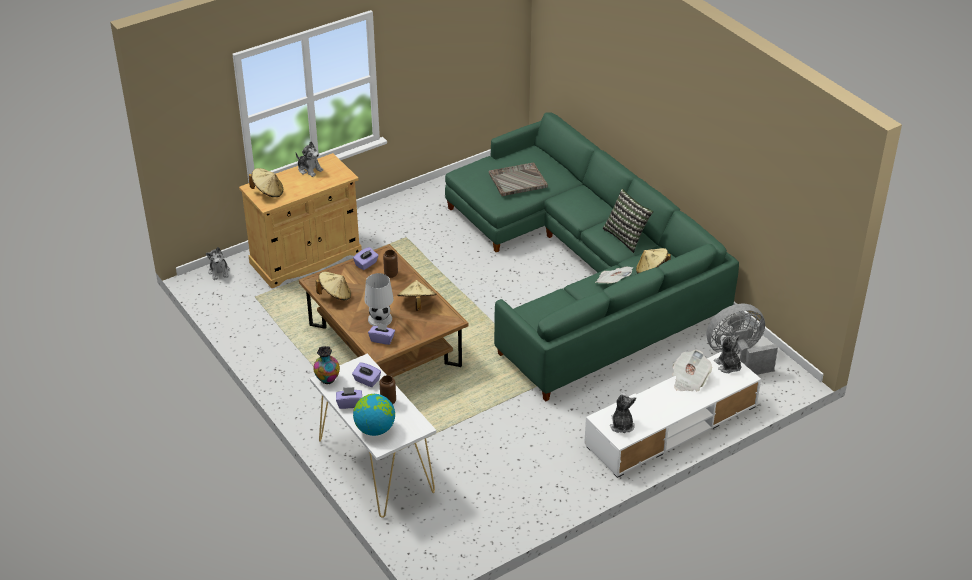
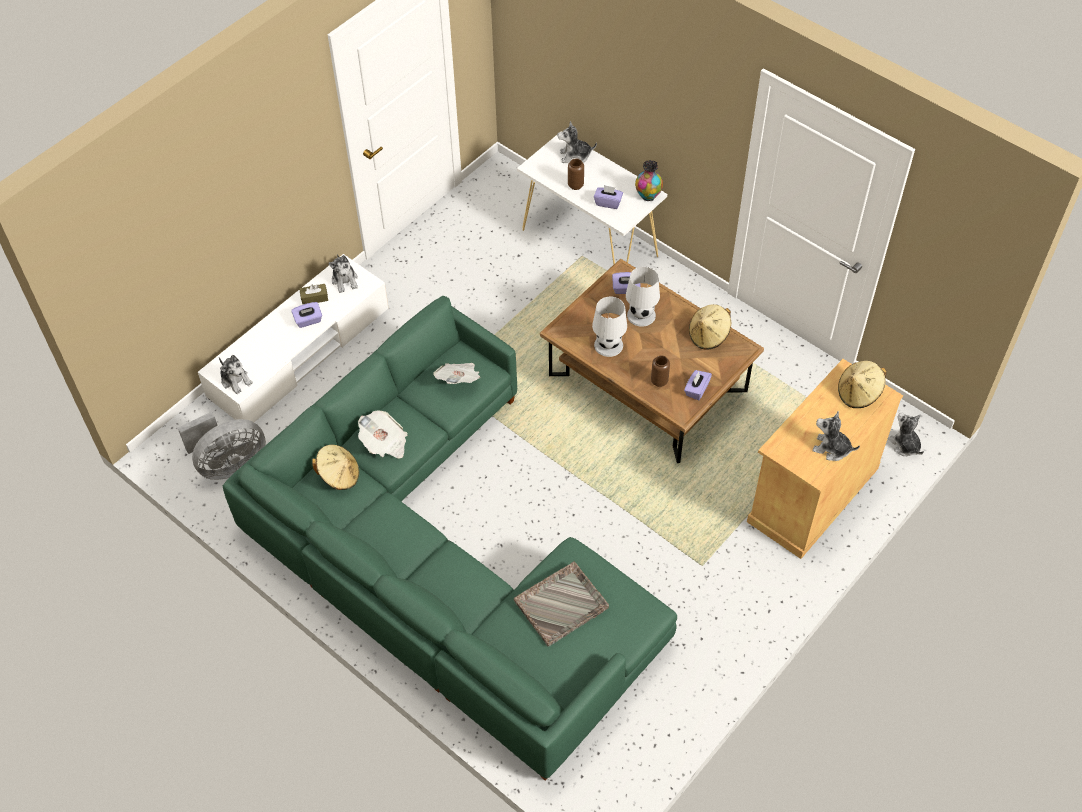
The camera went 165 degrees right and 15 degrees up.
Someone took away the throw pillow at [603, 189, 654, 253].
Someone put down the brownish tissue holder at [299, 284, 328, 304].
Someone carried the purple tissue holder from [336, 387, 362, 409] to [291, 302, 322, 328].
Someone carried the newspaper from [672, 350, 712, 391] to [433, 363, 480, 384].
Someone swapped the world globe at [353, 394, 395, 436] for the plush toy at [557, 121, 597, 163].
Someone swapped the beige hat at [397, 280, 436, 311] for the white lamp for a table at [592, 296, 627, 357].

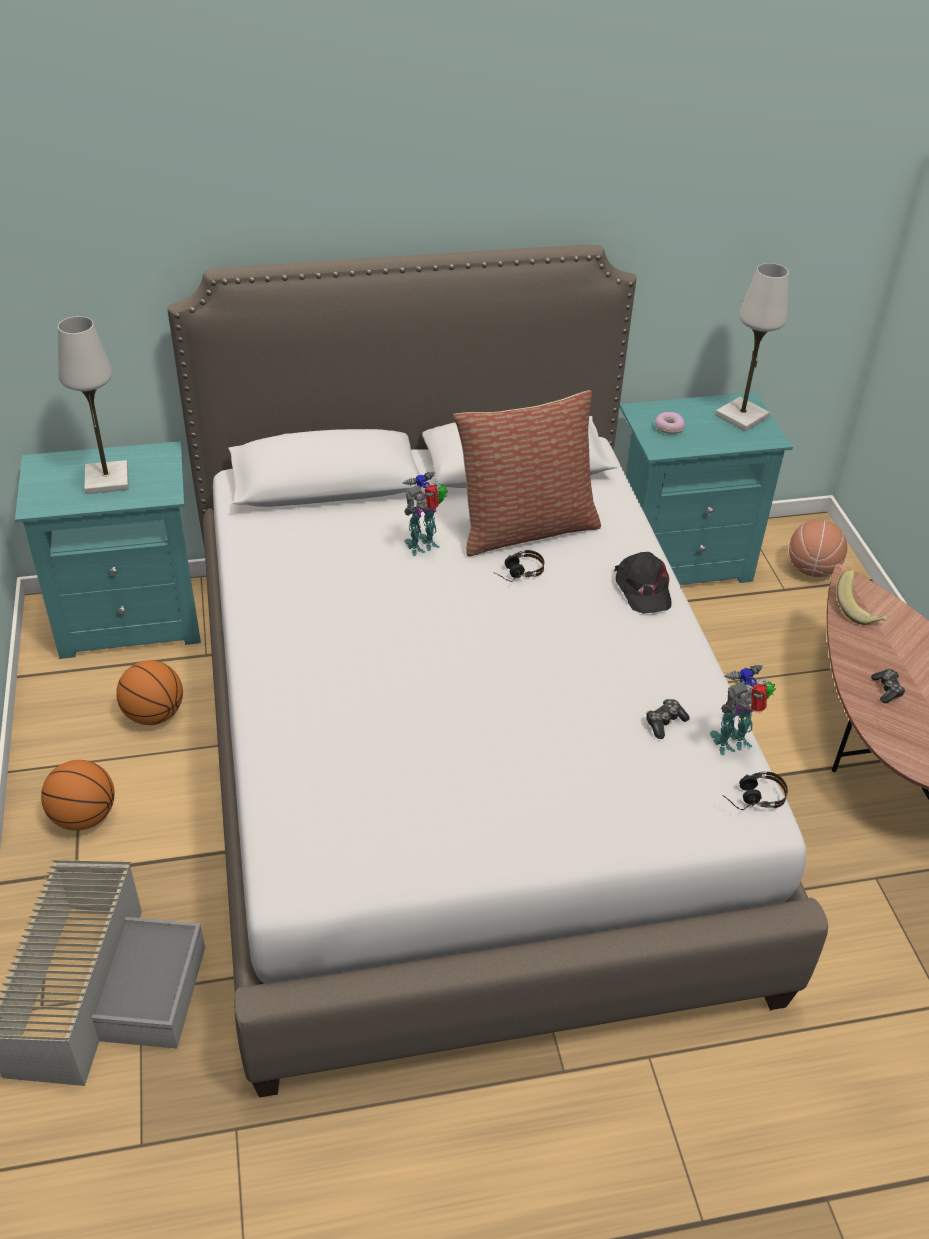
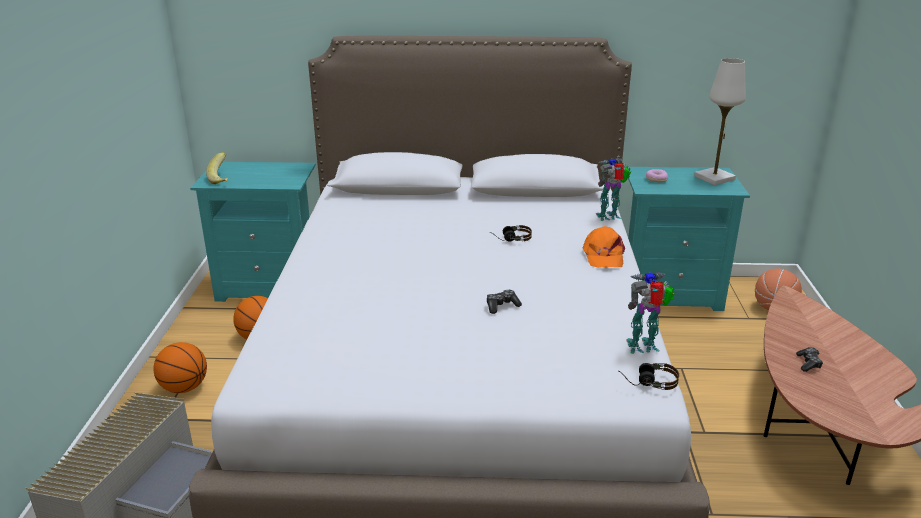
The camera went 15 degrees right and 15 degrees down.
Someone took away the white lamp for a table at [58, 316, 129, 494].
Someone took away the throw pillow at [453, 390, 601, 556].
Someone carried the robot figure from [402, 472, 448, 556] to [596, 158, 631, 221].
Someone carried the joypad from [646, 699, 690, 739] to [487, 290, 522, 314].
Someone carried the whole banana from [837, 569, 886, 625] to [206, 152, 228, 184].
Someone repainted the black cap at [614, 552, 671, 614], which became the orange cap at [583, 226, 625, 268].

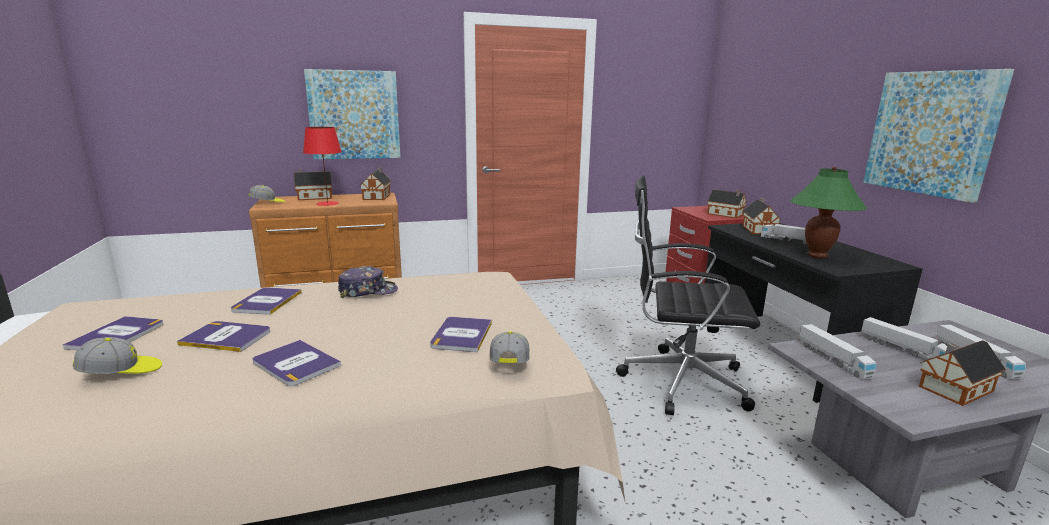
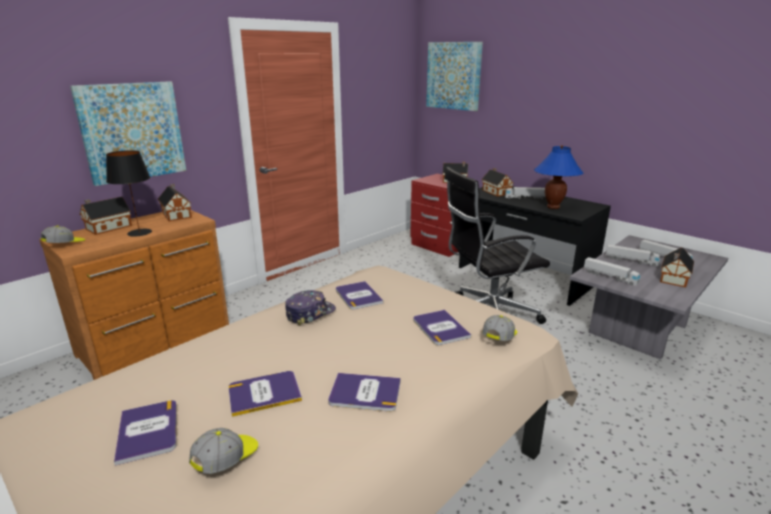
The camera went 30 degrees left and 5 degrees up.
Someone carried the book from [231, 287, 302, 315] to [336, 281, 383, 309].
Someone carried the wall art from [863, 69, 1014, 203] to [426, 42, 483, 111].
Someone repainted the red lamp for a table at [303, 127, 342, 206], which became the black lamp for a table at [106, 150, 152, 236].
Someone repainted the greenish lamp for a table at [790, 167, 867, 258], which became the bluish lamp for a table at [534, 145, 583, 209].
Someone rotated the cap at [489, 331, 529, 363] by 60 degrees clockwise.

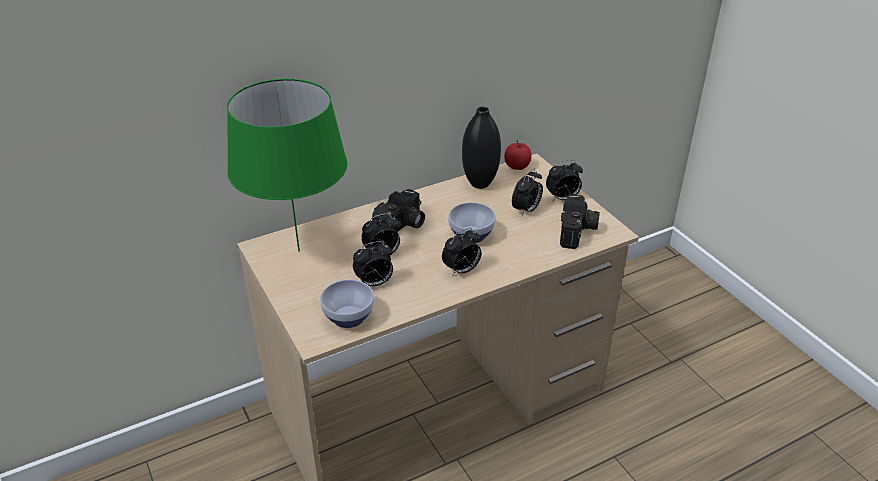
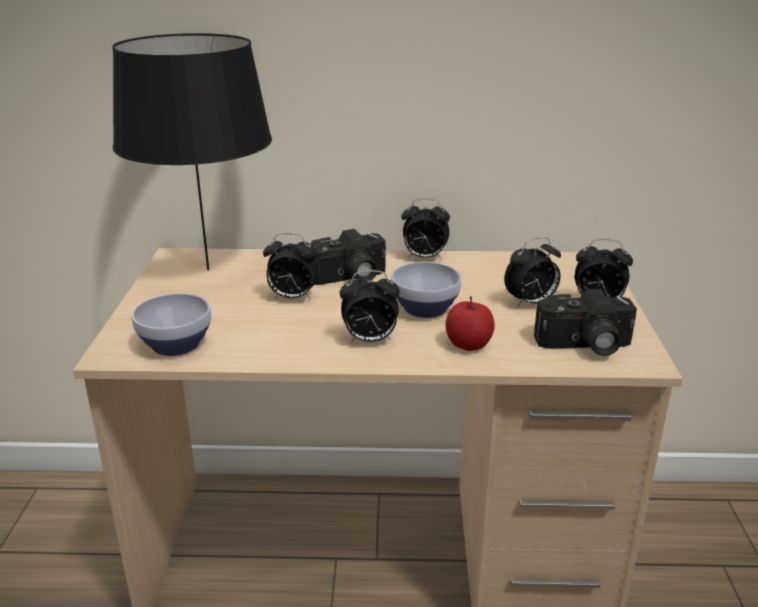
The camera went 30 degrees right and 10 degrees down.
Someone took away the black vase at [462, 107, 501, 189].
Someone carried the bedside clock from [353, 241, 393, 286] to [401, 198, 450, 259].
Someone carried the apple from [504, 141, 532, 170] to [445, 296, 495, 351].
Someone repainted the greenish lamp for a table at [227, 79, 347, 252], which became the black lamp for a table at [112, 33, 272, 270].
Someone rotated the still camera at [560, 194, 600, 249] by 45 degrees clockwise.

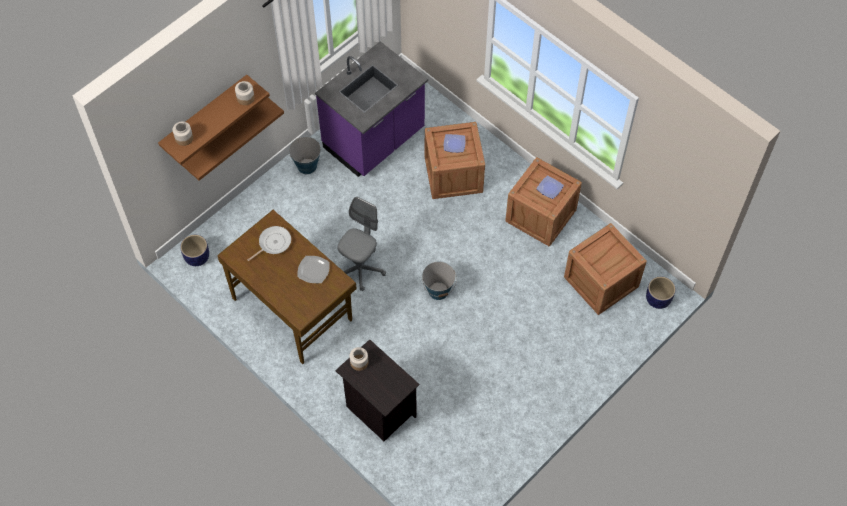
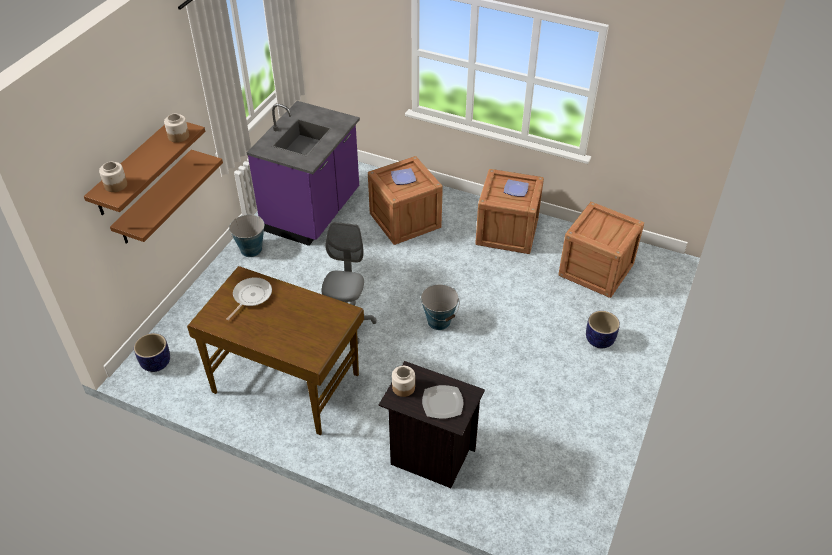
The camera went 20 degrees left and 15 degrees down.
Someone carried the flat dish from [297, 256, 330, 283] to [422, 385, 463, 419].
Someone carried the planter from [646, 277, 676, 309] to [586, 311, 620, 348].

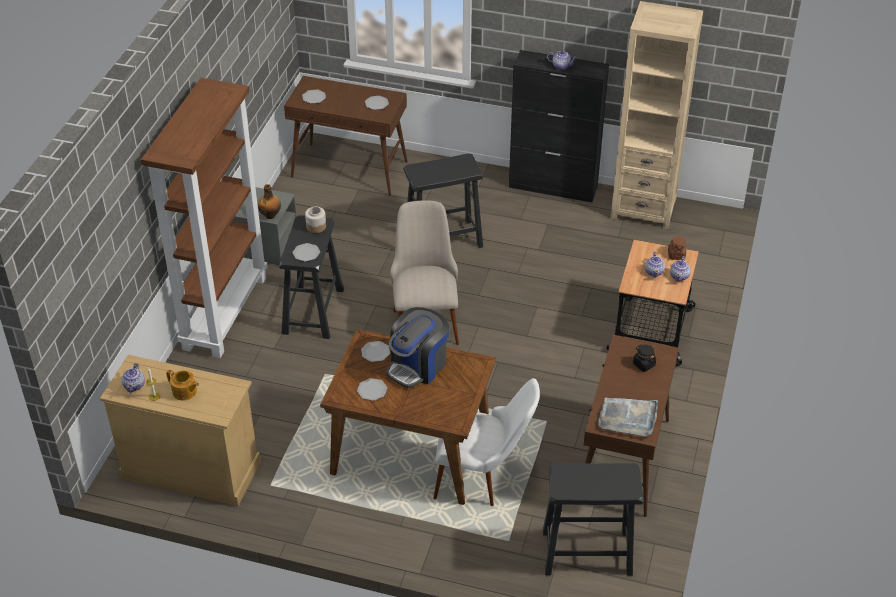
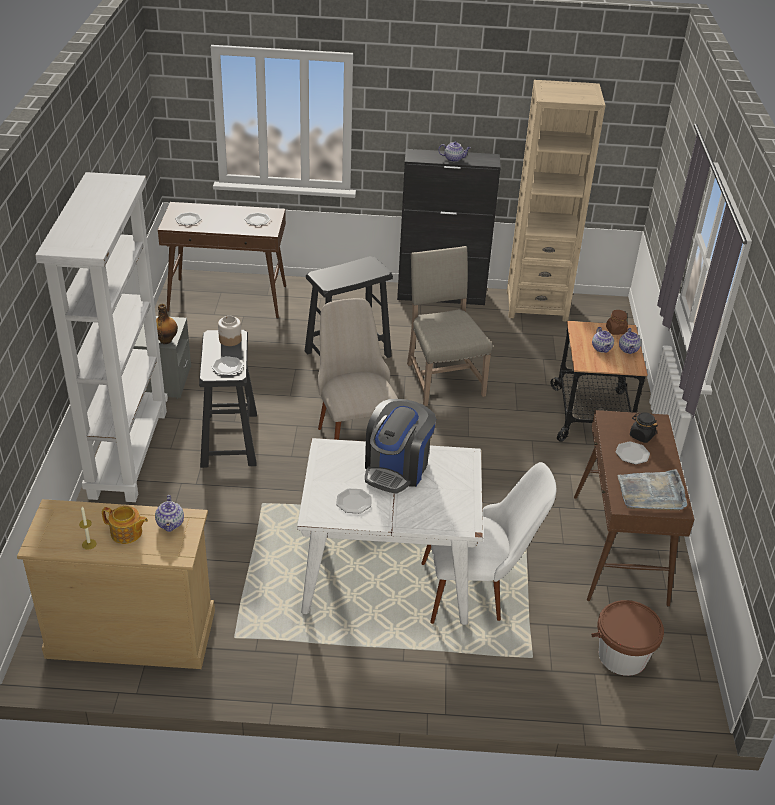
The camera went 15 degrees left and 5 degrees down.
Someone put down the beige plain chair at [407, 246, 492, 406].
Someone carried the pot for tea from [122, 363, 145, 393] to [155, 495, 184, 532].
Someone carried the flat dish from [361, 341, 390, 362] to [616, 441, 650, 465].
Someone swapped the black stool seat at [543, 463, 643, 576] for the brownish water bucket at [591, 600, 664, 676].
Someone repainted the brownish bookcase at [141, 78, 268, 358], which became the white bookcase at [35, 172, 168, 502].
Someone repainted the brownish dining table at [320, 329, 496, 505], which became the white dining table at [297, 438, 483, 625].

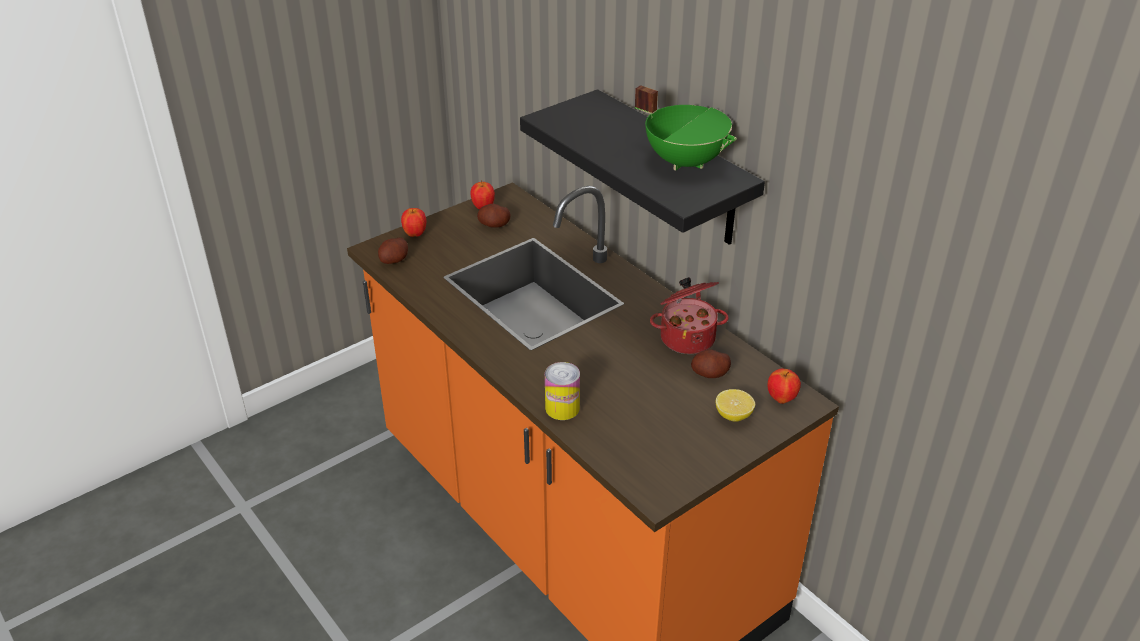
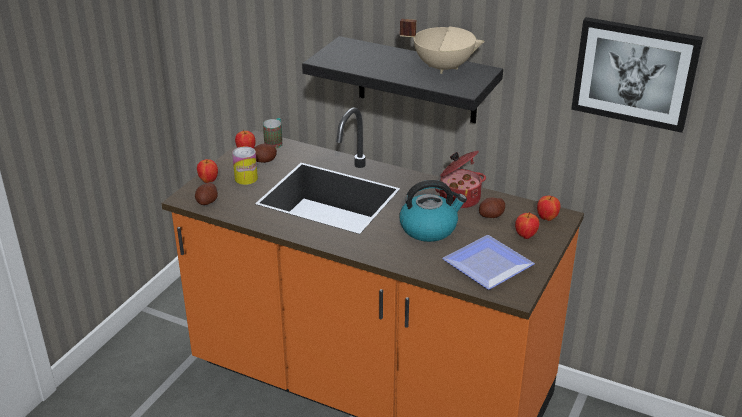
The camera went 25 degrees left and 5 degrees down.
Someone put down the coffee mug at [263, 118, 283, 148].
Someone put down the tea kettle at [399, 180, 467, 242].
Someone put down the flat dish at [442, 235, 535, 290].
Someone put up the wall art at [571, 17, 703, 133].
Someone carried the can from [545, 362, 580, 420] to [232, 146, 258, 185].
Someone swapped the whole lemon at [716, 389, 755, 422] for the apple at [515, 212, 539, 239].
Someone repainted the greenish cooking pot at [635, 85, 737, 171], which became the beige cooking pot at [400, 19, 485, 74].

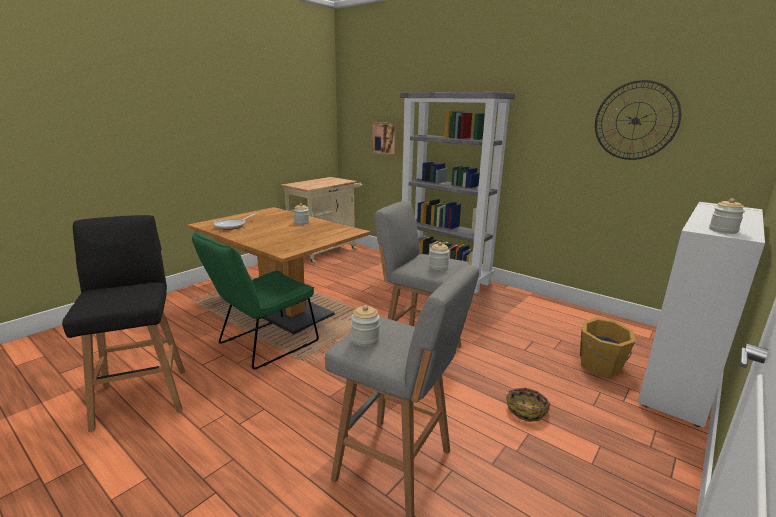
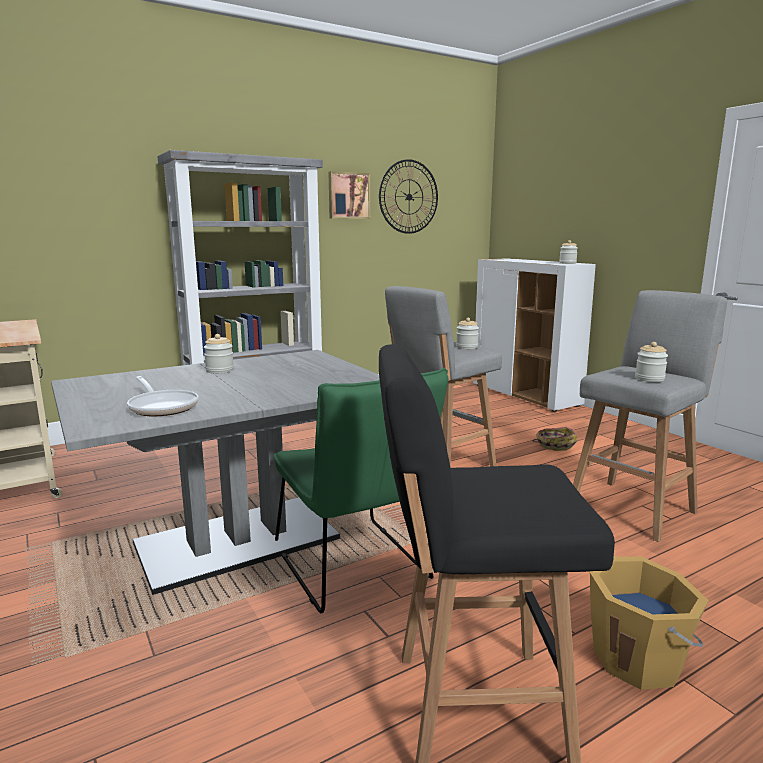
The camera went 70 degrees left and 5 degrees down.
Someone carried the wall art from [372, 122, 398, 155] to [329, 171, 370, 219].
Someone carried the orange water bucket from [580, 318, 636, 377] to [590, 557, 709, 690].
Someone repainted the brownish dining table at [187, 207, 370, 334], which became the grey dining table at [51, 350, 380, 595].

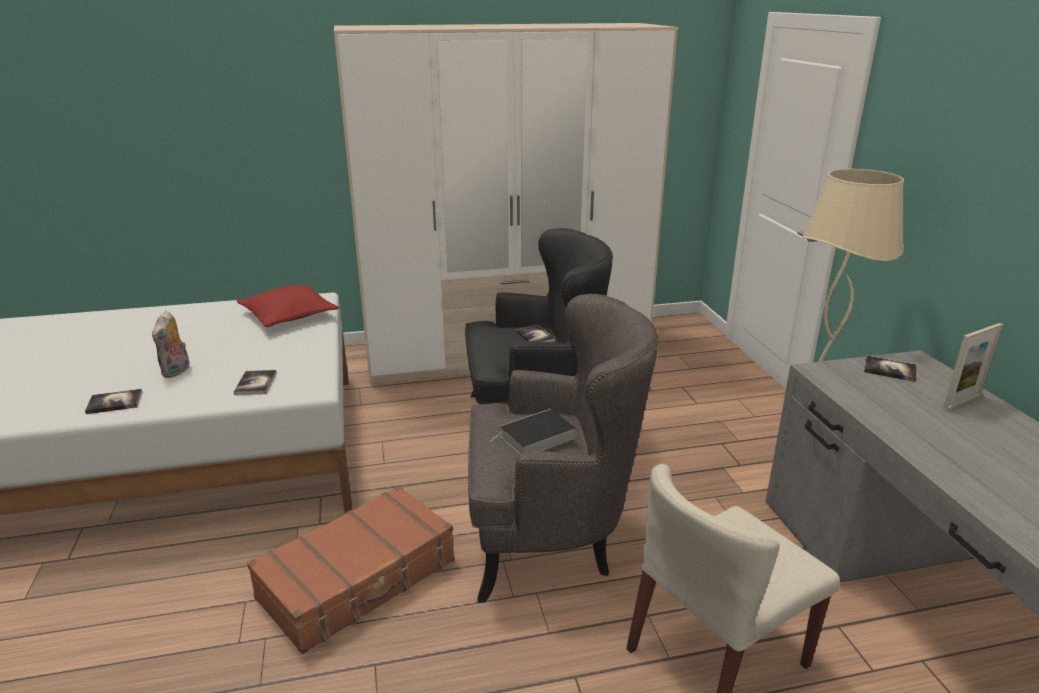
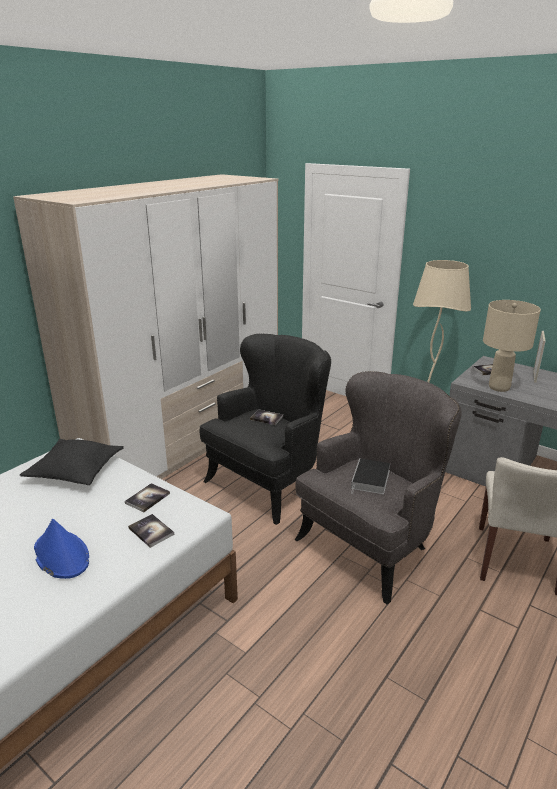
The camera went 40 degrees left and 0 degrees up.
Someone took away the brownish piece of luggage at [247, 485, 455, 654].
Someone put down the beige lamp for a table at [483, 300, 541, 392].
Someone carried the book from [85, 389, 142, 414] to [125, 483, 170, 512].
Someone swapped the plush toy at [152, 311, 189, 378] for the bluish hat at [34, 519, 89, 579].
Someone repainted the red throw pillow at [237, 284, 339, 327], which became the black throw pillow at [20, 439, 124, 485].

